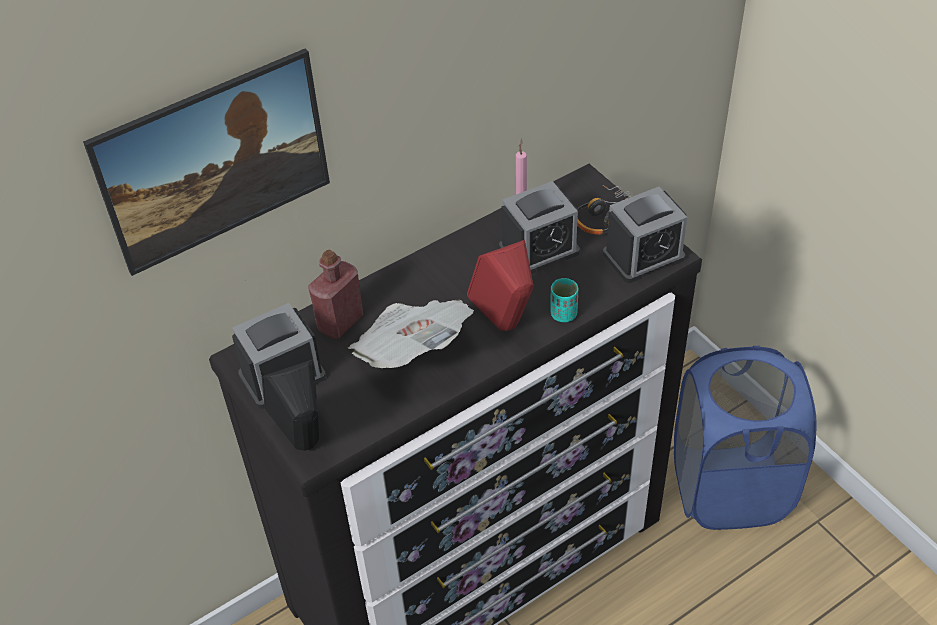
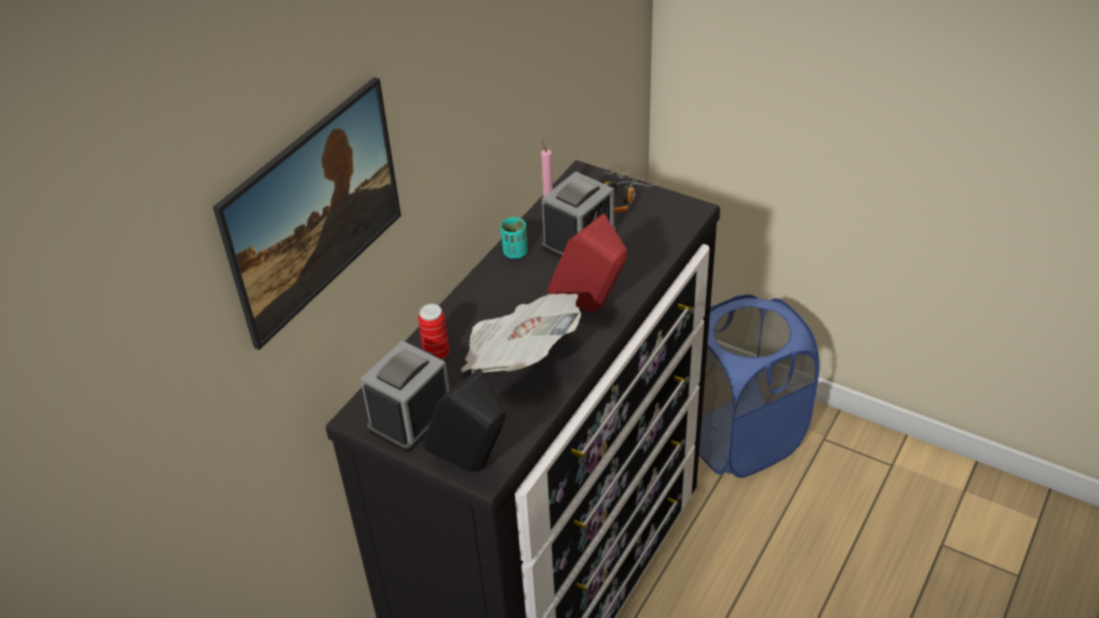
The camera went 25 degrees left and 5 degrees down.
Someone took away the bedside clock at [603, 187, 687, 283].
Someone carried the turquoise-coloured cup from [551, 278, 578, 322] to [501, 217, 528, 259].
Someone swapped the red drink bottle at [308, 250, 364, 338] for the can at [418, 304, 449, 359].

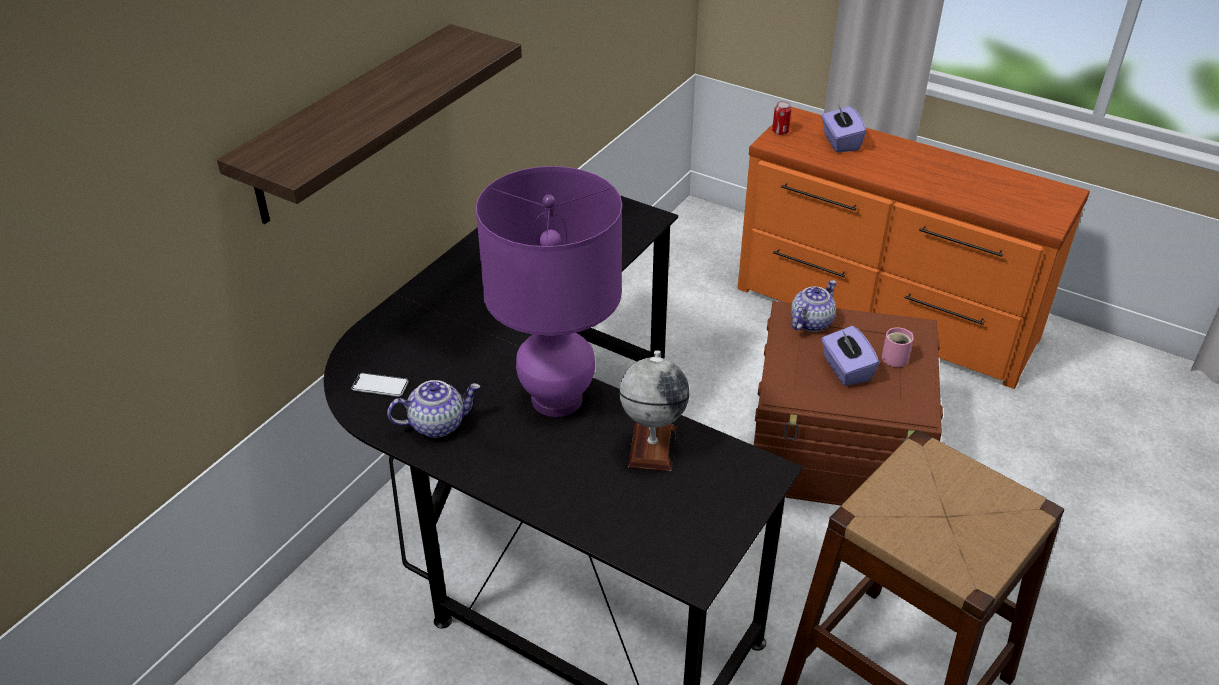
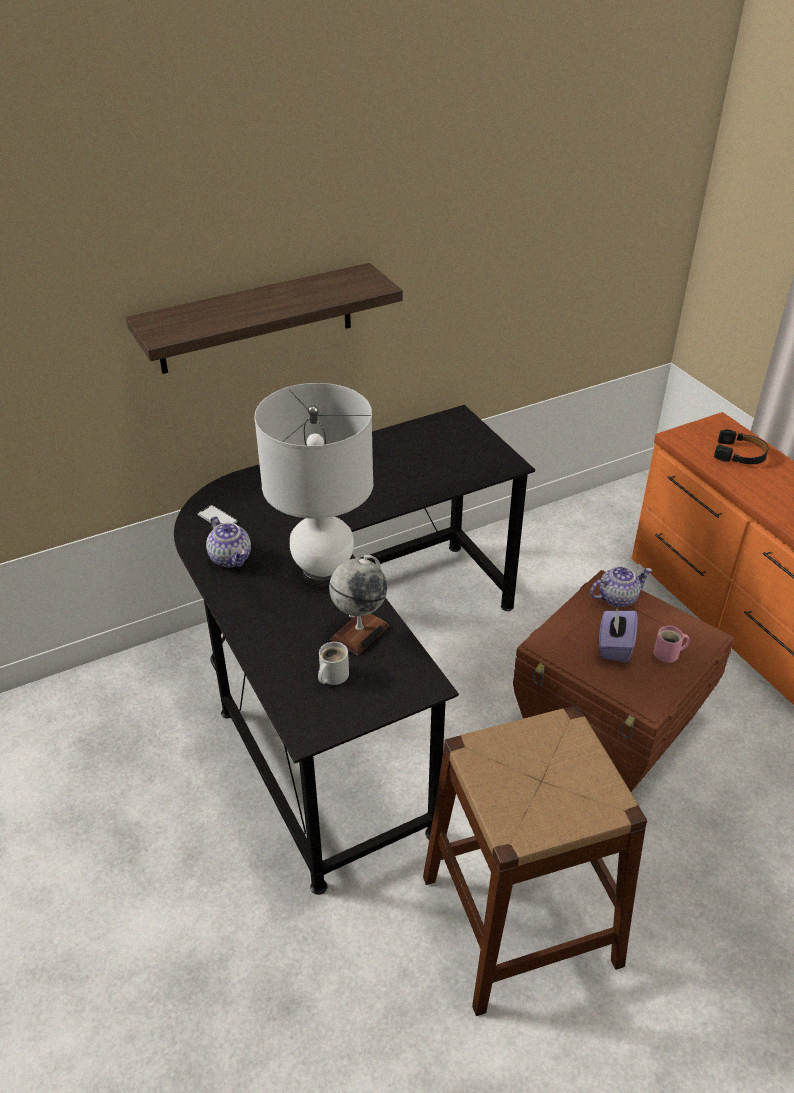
The camera went 30 degrees right and 0 degrees up.
Someone took away the can at [772, 101, 791, 135].
Someone put down the white coffee mug at [318, 642, 349, 685].
Someone swapped the purple tissue holder at [822, 106, 866, 152] for the black headphones at [714, 429, 769, 464].
Someone repainted the purple lamp for a table at [476, 166, 622, 417], which became the white lamp for a table at [254, 383, 373, 587].
Someone rotated the pot for tea at [387, 380, 480, 438] by 45 degrees clockwise.

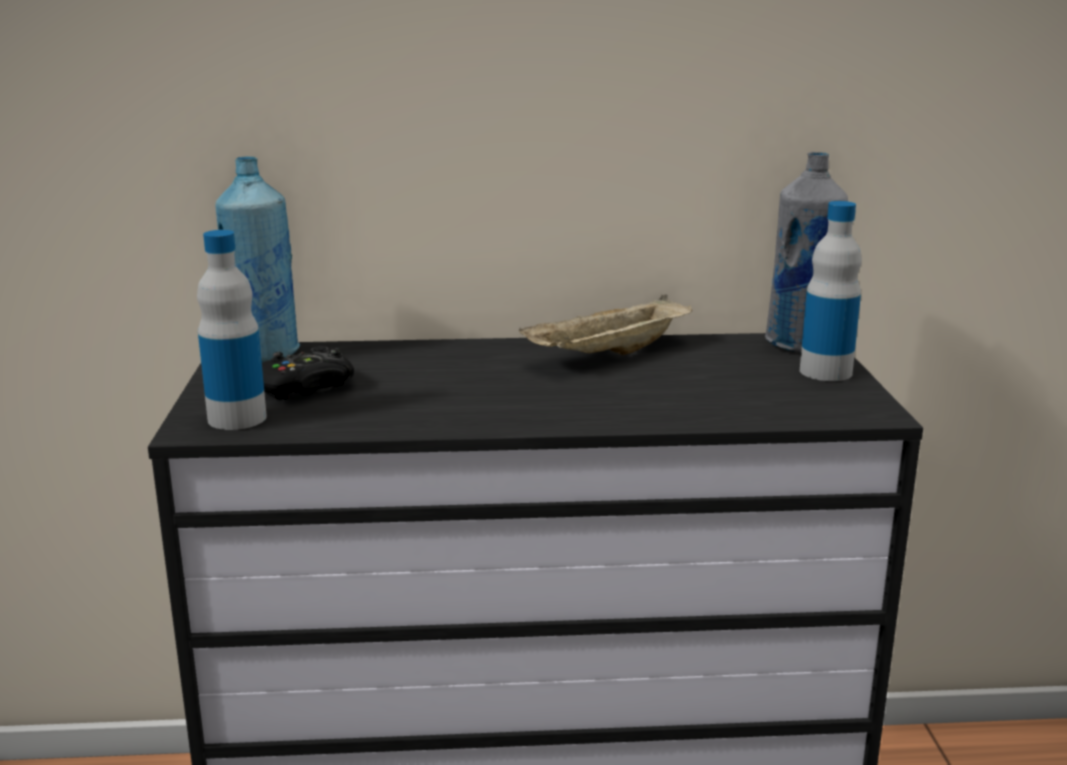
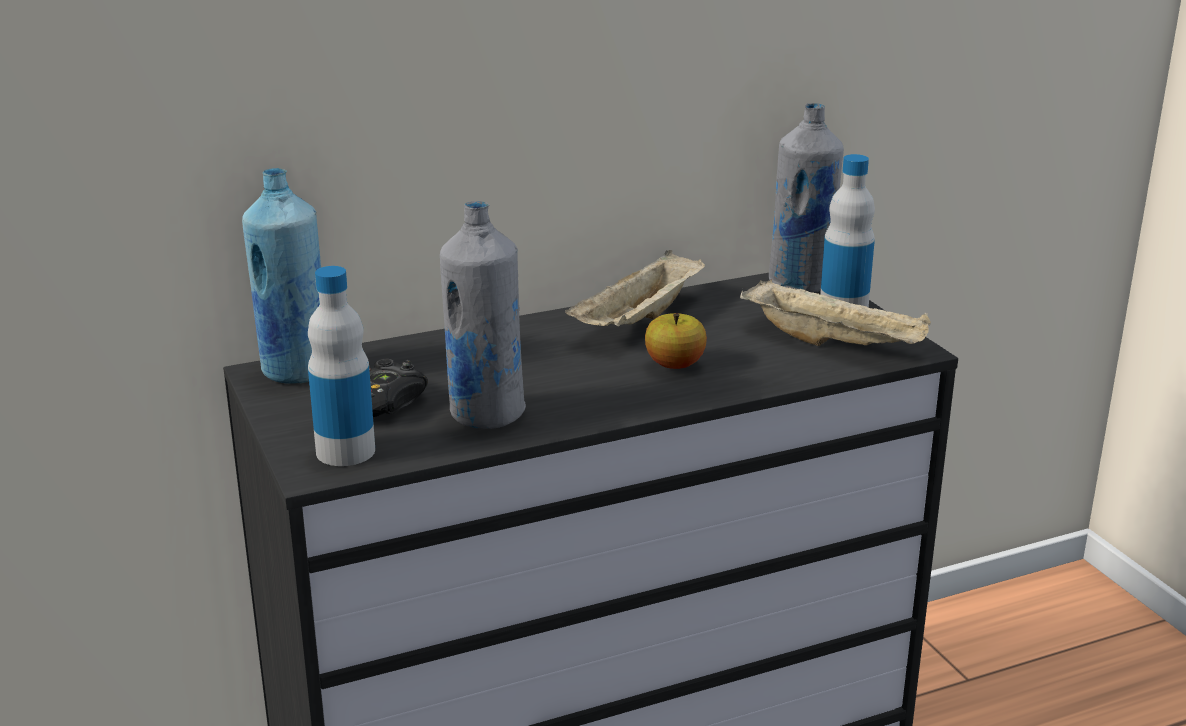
The camera went 20 degrees left and 5 degrees up.
Someone put down the grey drink bottle at [440, 201, 526, 429].
Someone put down the apple at [645, 313, 707, 369].
Someone put down the beige serving tray at [740, 279, 931, 346].

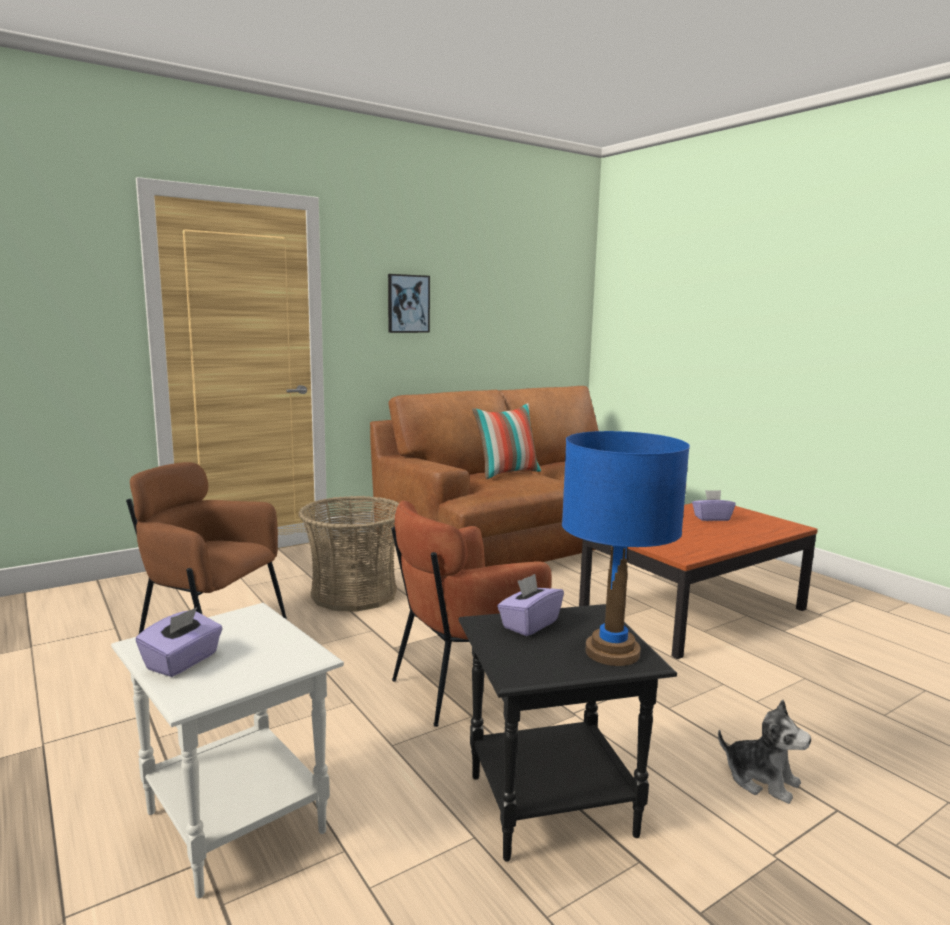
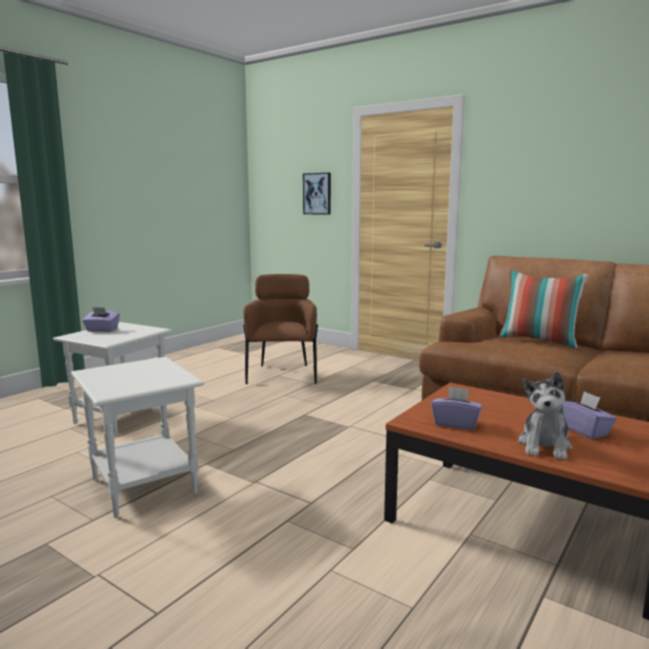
The camera went 70 degrees right and 0 degrees up.
Someone took away the storage basket at [298, 496, 399, 611].
Someone took away the brownish armchair at [391, 501, 552, 727].
Someone took away the bluish lamp for a table at [562, 431, 690, 666].
Someone carried the wall art from [388, 274, 430, 333] to [303, 173, 331, 215].
Someone carried the purple tissue holder from [497, 574, 564, 636] to [431, 387, 482, 430].
Someone carried the plush toy from [718, 700, 811, 804] to [518, 371, 572, 460].
Someone repainted the black side table at [459, 604, 677, 862], which became the white side table at [71, 357, 204, 518].

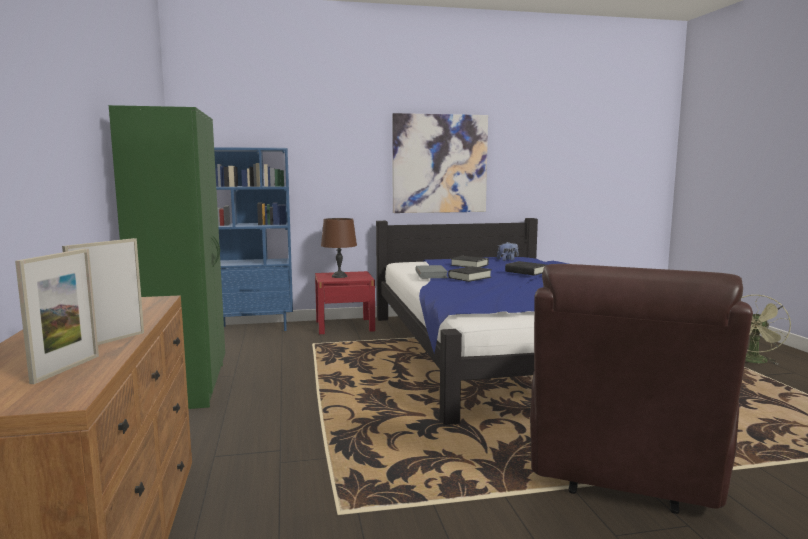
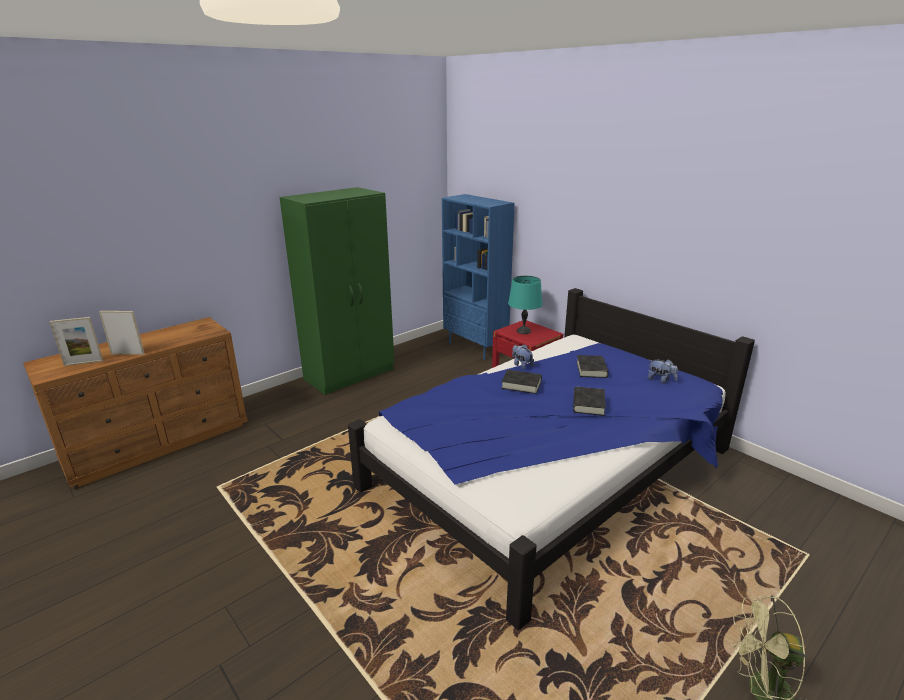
The camera went 60 degrees right and 15 degrees up.
Someone took away the wall art at [392, 113, 488, 213].
Someone took away the brownish armchair at [530, 264, 753, 514].
Someone swapped the grey book at [415, 265, 448, 278] for the plush toy at [512, 344, 534, 370].
Someone repainted the brownish lamp for a table at [321, 218, 357, 278], which became the turquoise-coloured lamp for a table at [508, 276, 542, 334].

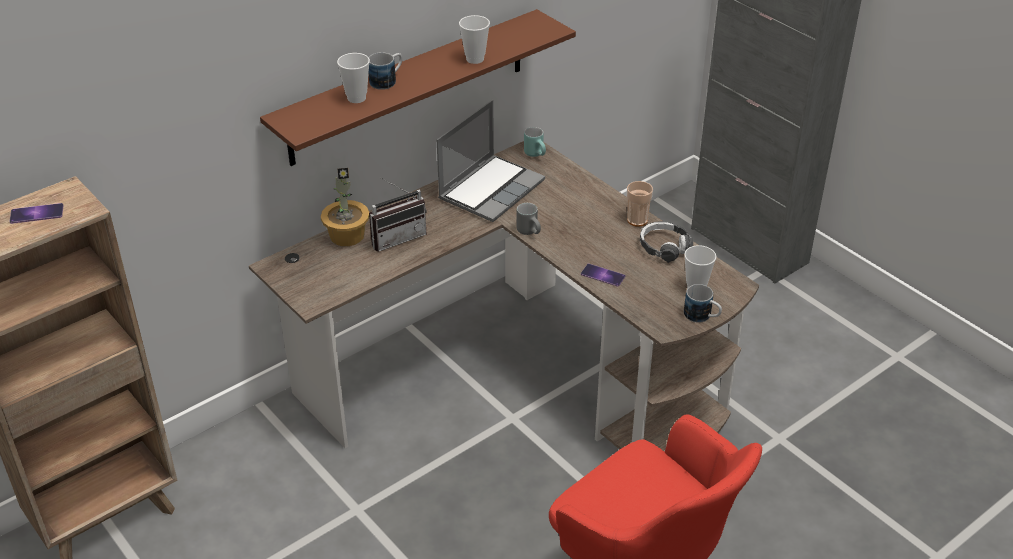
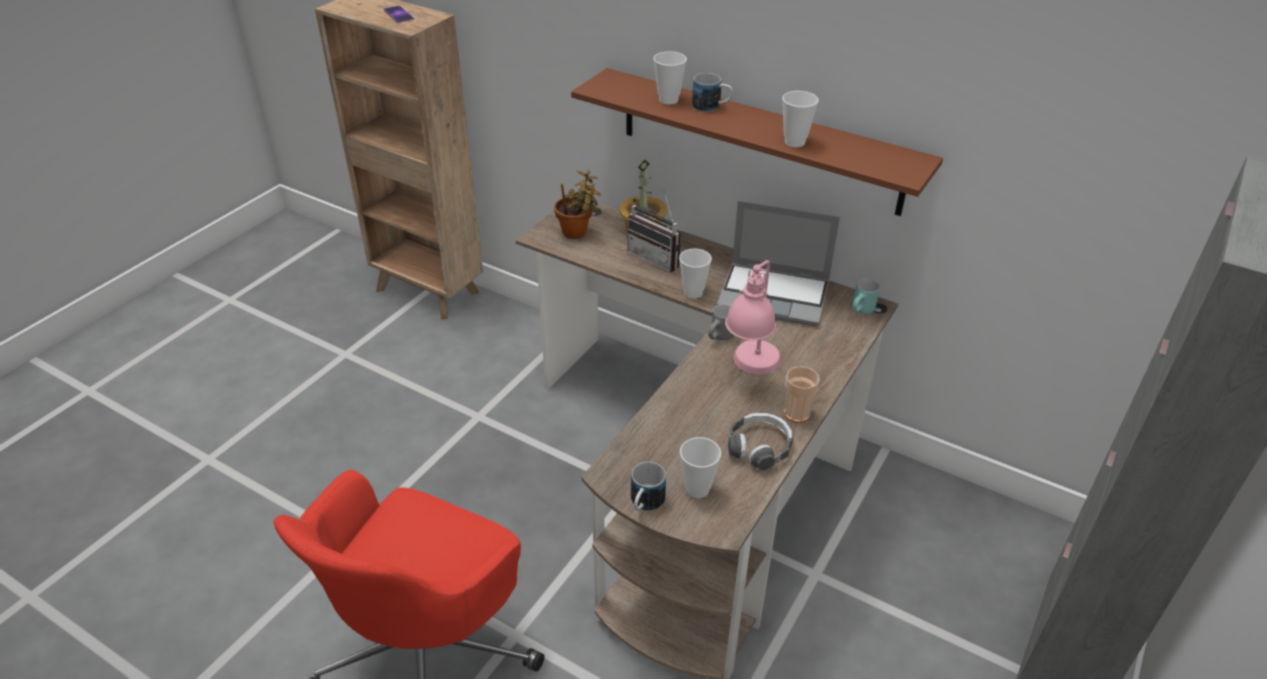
The camera went 70 degrees right and 0 degrees up.
Someone took away the handset at [581, 264, 626, 287].
Someone put down the plant in a pot at [554, 171, 601, 239].
Someone put down the cup at [679, 249, 712, 298].
Someone put down the pink-coloured lamp for a table at [725, 260, 781, 375].

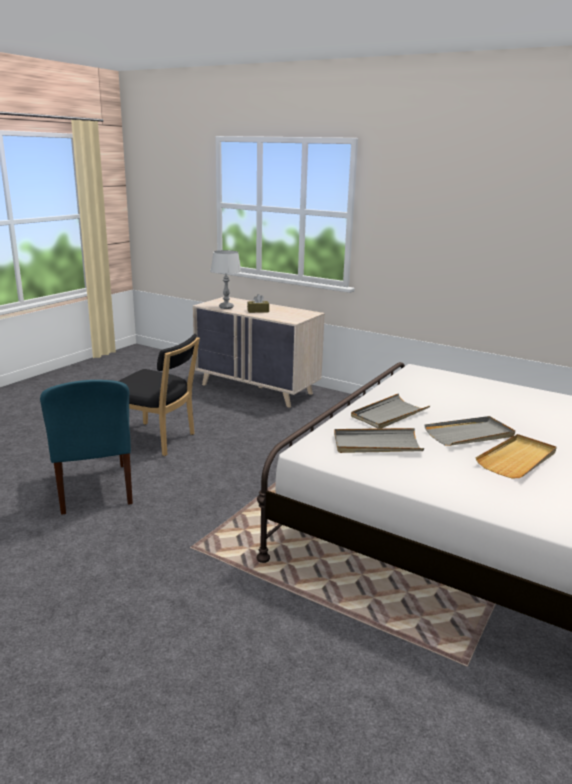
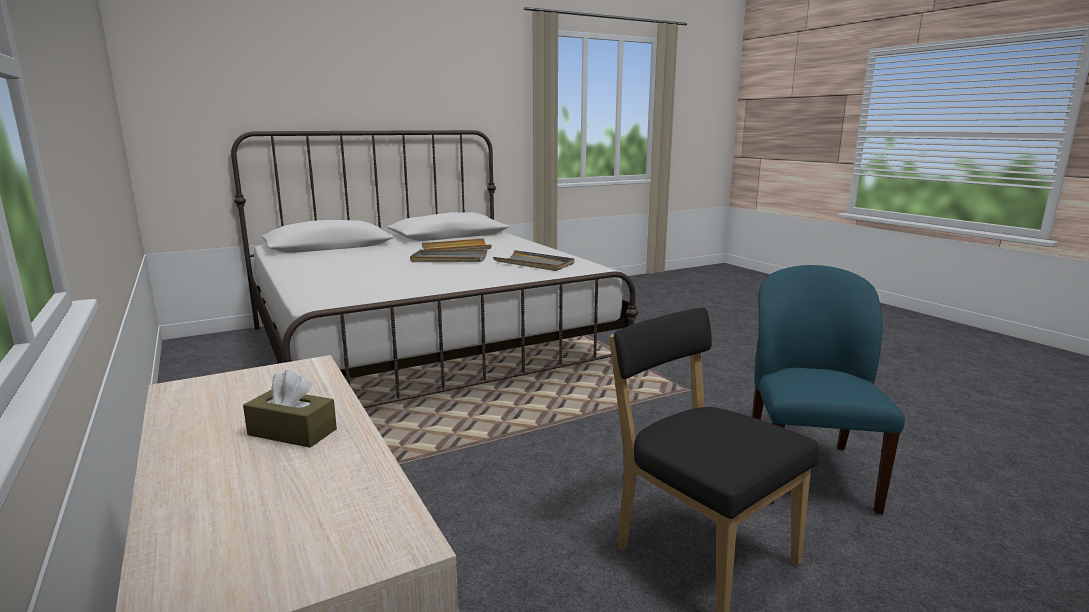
The camera went 150 degrees left and 5 degrees down.
Someone took away the grey lamp for a table at [211, 250, 241, 309].
Someone took away the grey serving tray at [351, 393, 430, 429].

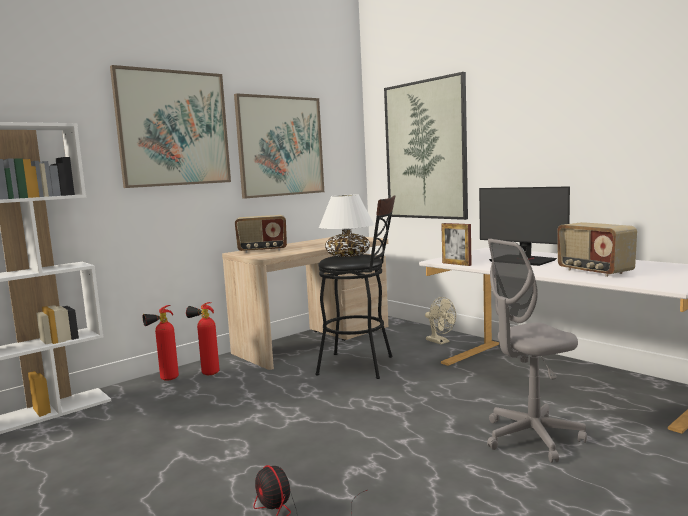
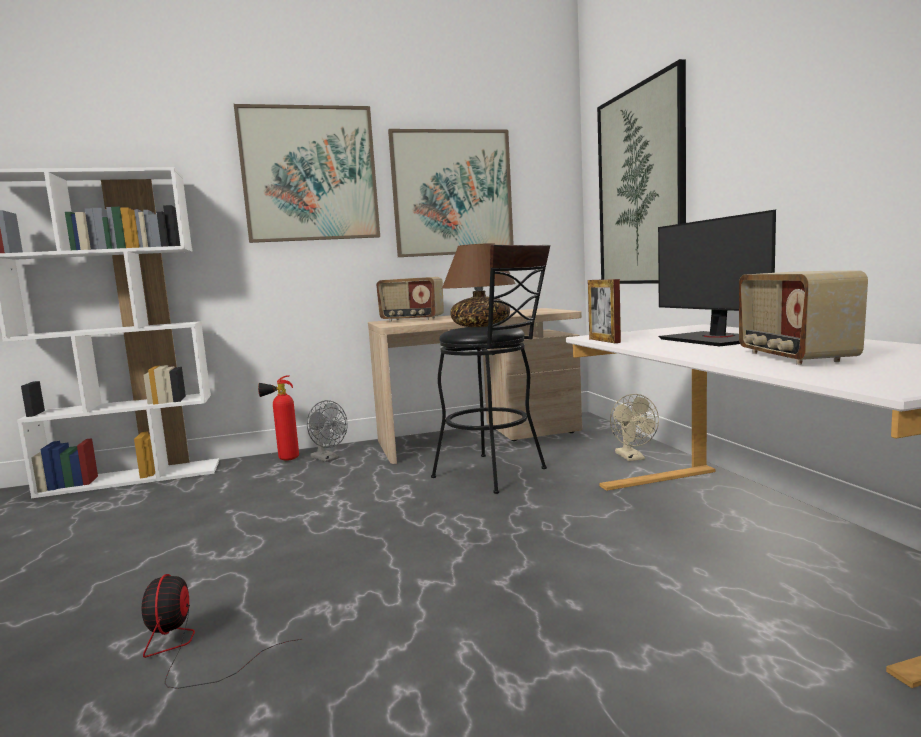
The camera went 25 degrees right and 0 degrees up.
Someone took away the grey office chair at [487, 239, 587, 463].
Someone swapped the fire-fighting cylinder at [186, 302, 219, 375] for the grey cooling fan at [307, 400, 347, 462].
Someone repainted the white lamp for a table at [319, 194, 374, 257], which became the brownish lamp for a table at [442, 243, 516, 327].

